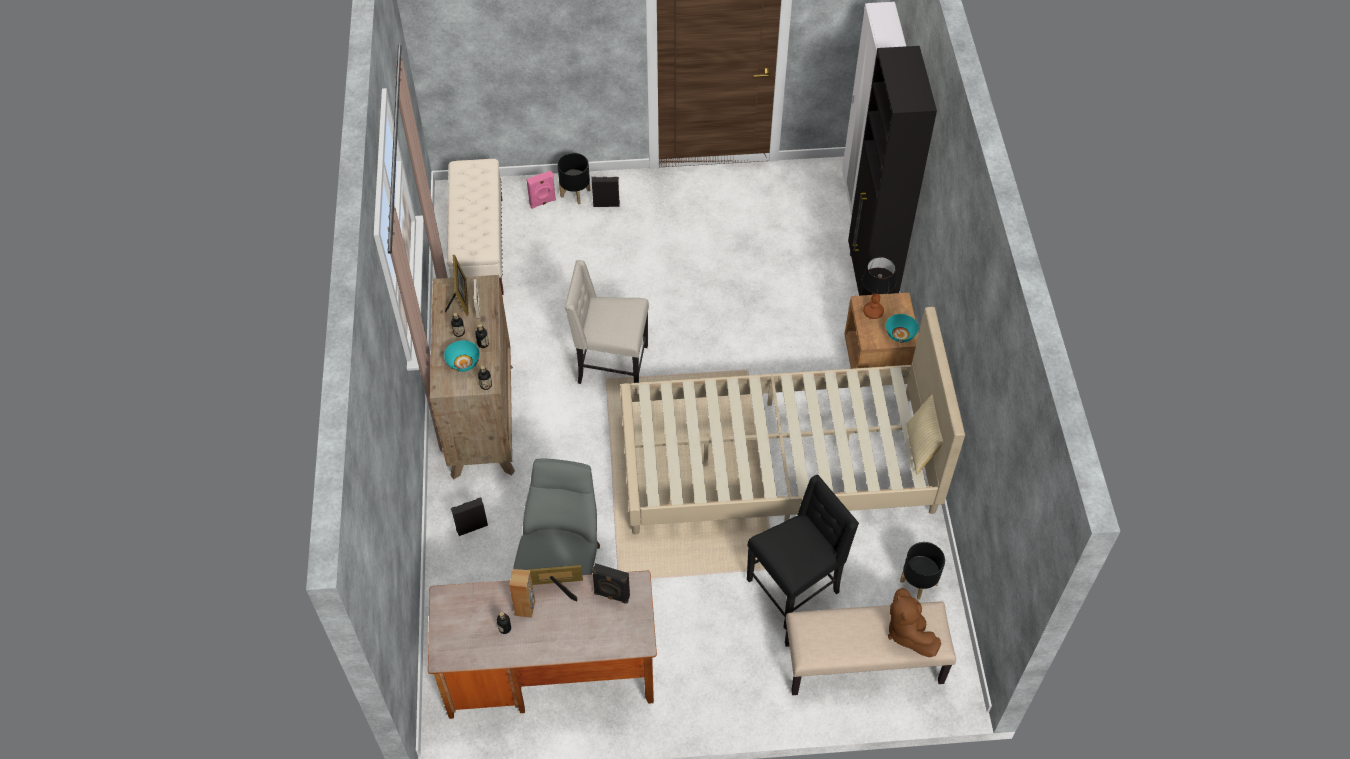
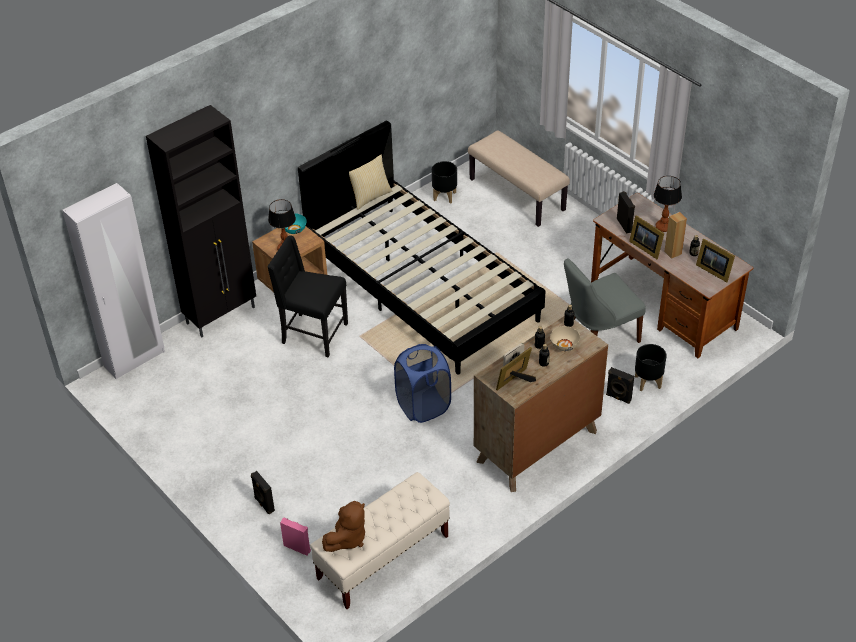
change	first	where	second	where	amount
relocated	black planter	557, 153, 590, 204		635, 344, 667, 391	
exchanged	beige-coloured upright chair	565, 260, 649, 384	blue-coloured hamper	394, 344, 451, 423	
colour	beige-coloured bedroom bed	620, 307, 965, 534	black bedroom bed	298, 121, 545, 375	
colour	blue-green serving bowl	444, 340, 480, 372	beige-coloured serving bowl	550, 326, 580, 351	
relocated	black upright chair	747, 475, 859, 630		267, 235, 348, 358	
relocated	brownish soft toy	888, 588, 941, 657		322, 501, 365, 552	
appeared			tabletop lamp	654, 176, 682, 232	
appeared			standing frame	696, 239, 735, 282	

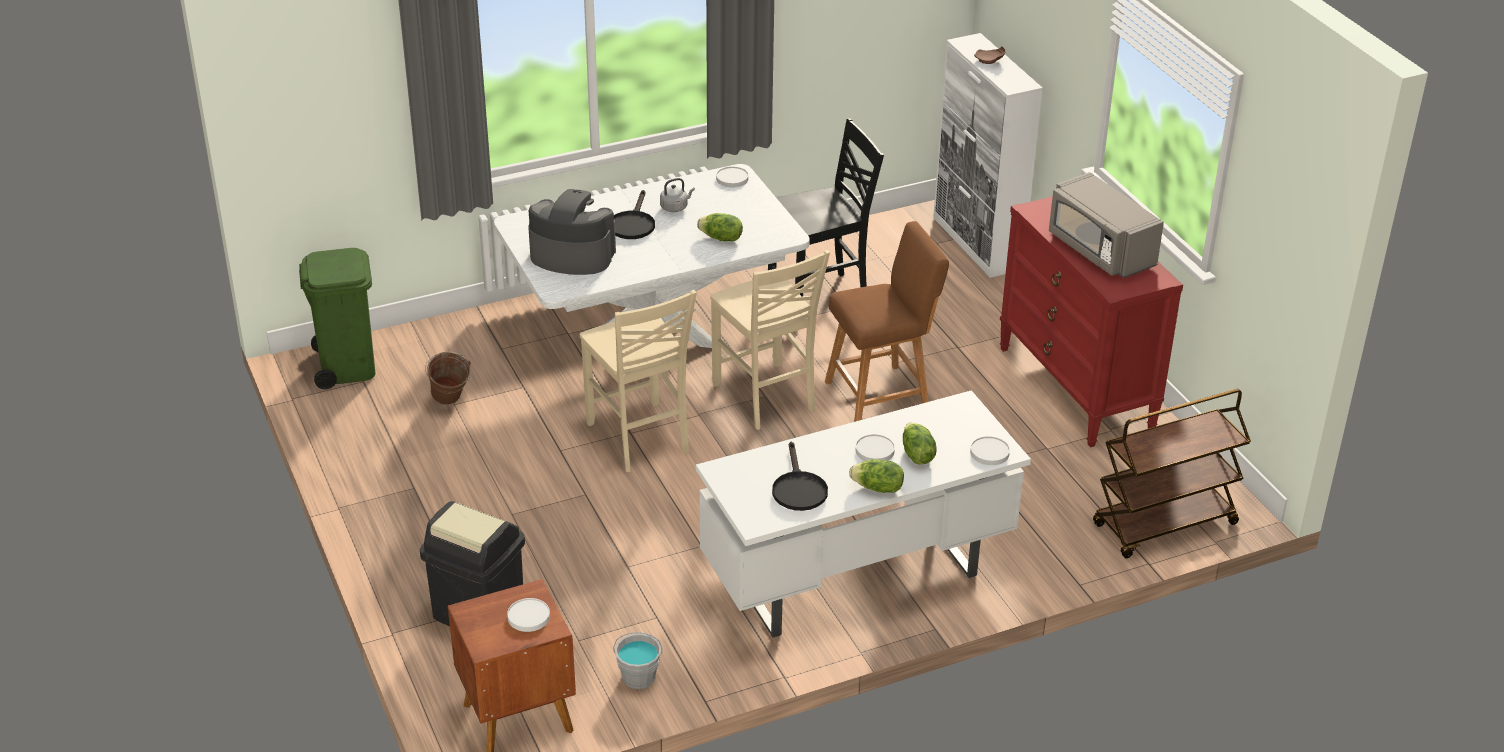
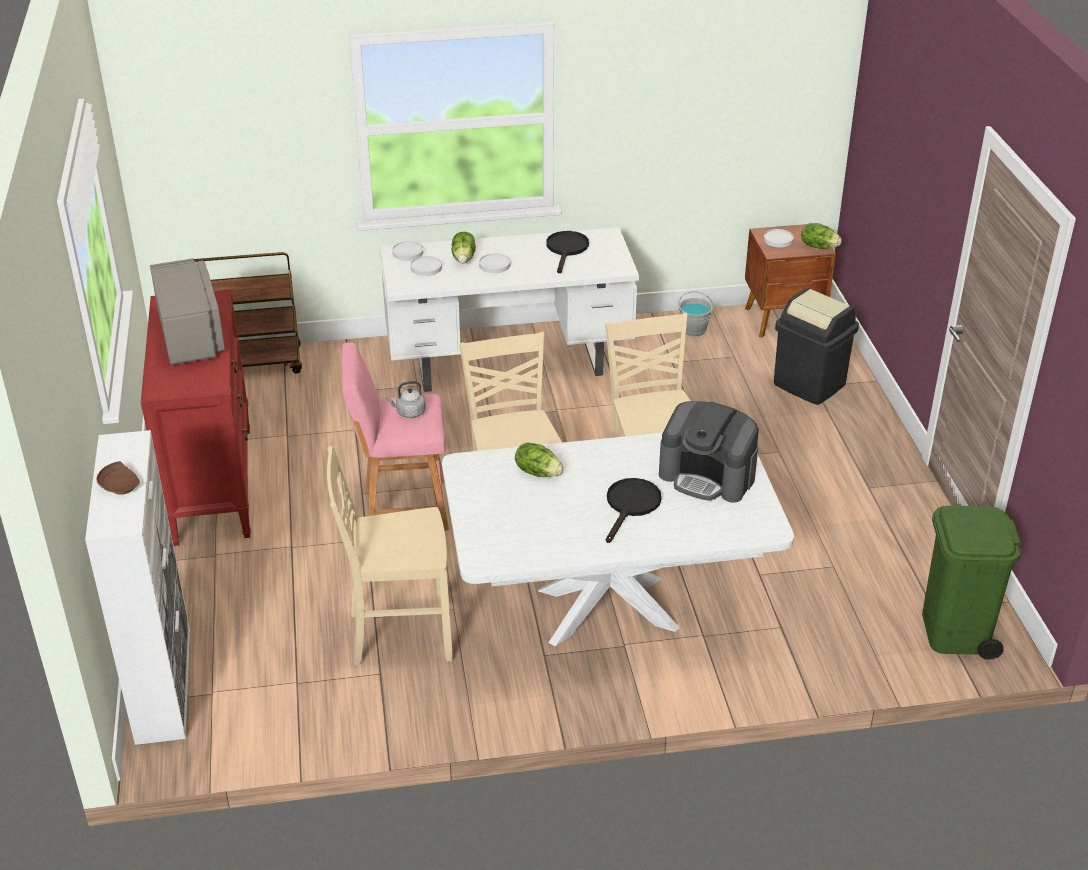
change	first	where	second	where	amount
colour	black upright chair	768, 118, 884, 296	beige-coloured upright chair	327, 446, 453, 666	
relocated	whitish plate	716, 166, 749, 187		410, 256, 442, 276	
relocated	gray tea kettle	660, 178, 695, 212		387, 381, 426, 418	
colour	brownish sitting stool	825, 221, 949, 422	pinkish sitting stool	342, 342, 449, 531	
missing	brownish water bucket	425, 352, 471, 405			
relocated	head of lettuce	849, 460, 904, 493		801, 223, 842, 249	

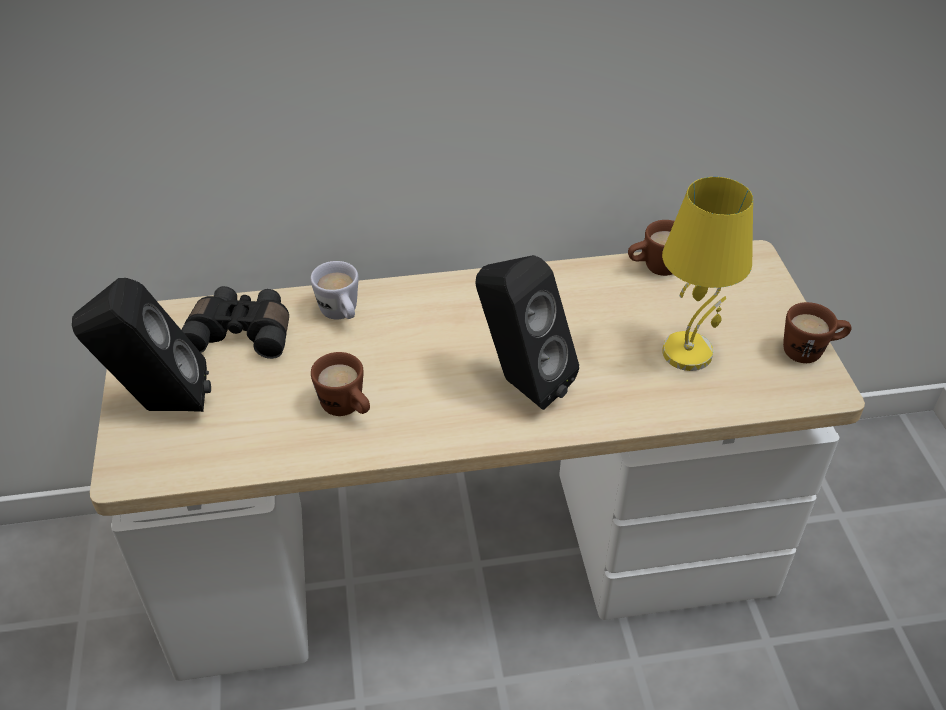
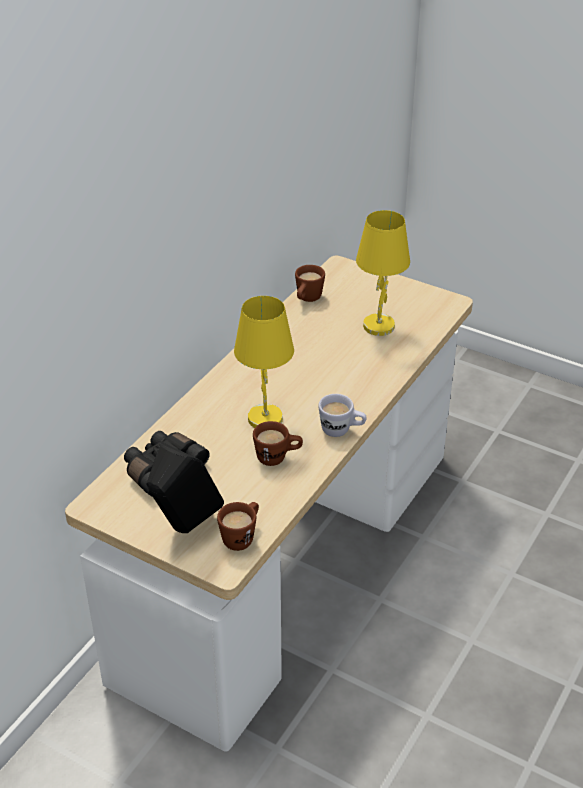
change	first	where	second	where	amount
missing	black speaker	475, 255, 579, 410			
relocated	whitish tea mug	311, 261, 359, 319		319, 394, 367, 437	
relocated	brownish tea mug	783, 302, 852, 363		217, 502, 259, 551	
appeared			yellowish tabletop lamp	234, 296, 294, 428	

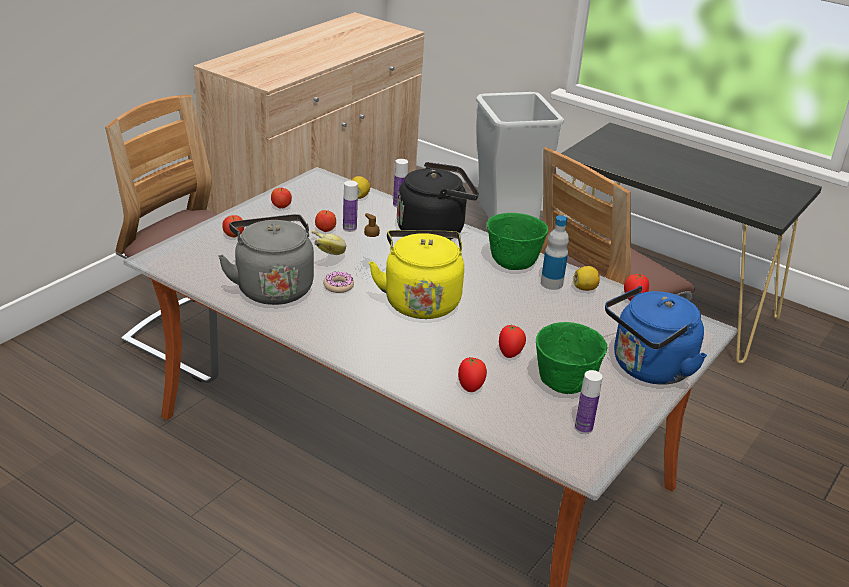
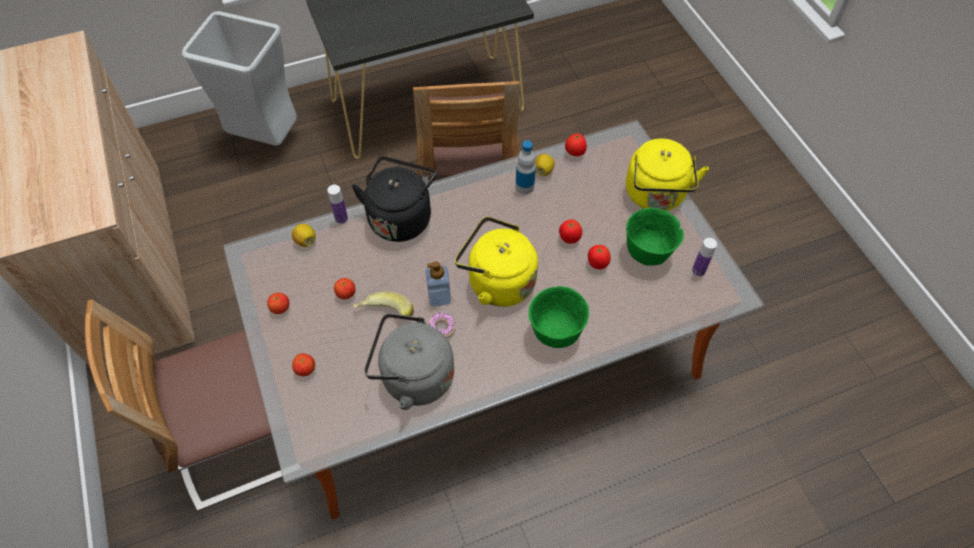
change	first	where	second	where	amount
missing	beverage bottle	343, 181, 358, 232			
relocated	greenish serving bowl	487, 213, 548, 270		529, 286, 589, 348	
colour	blue-coloured tea kettle	605, 286, 707, 385	yellowish tea kettle	626, 139, 709, 211	
relocated	whole tomato	458, 357, 487, 392		559, 219, 582, 244	

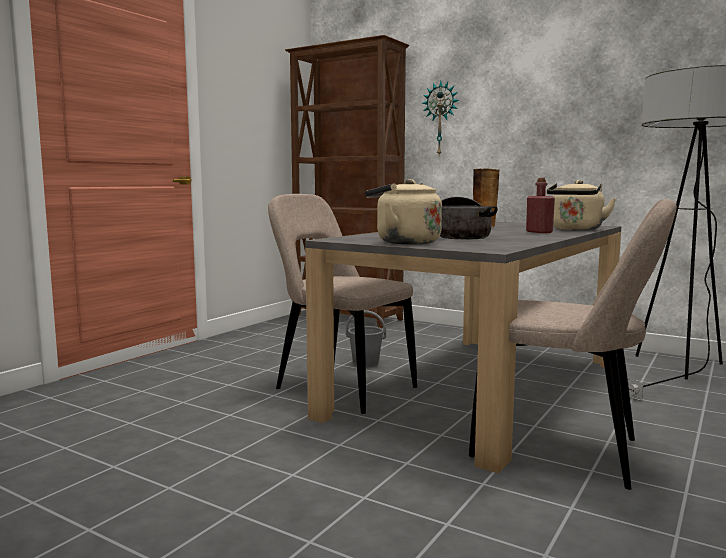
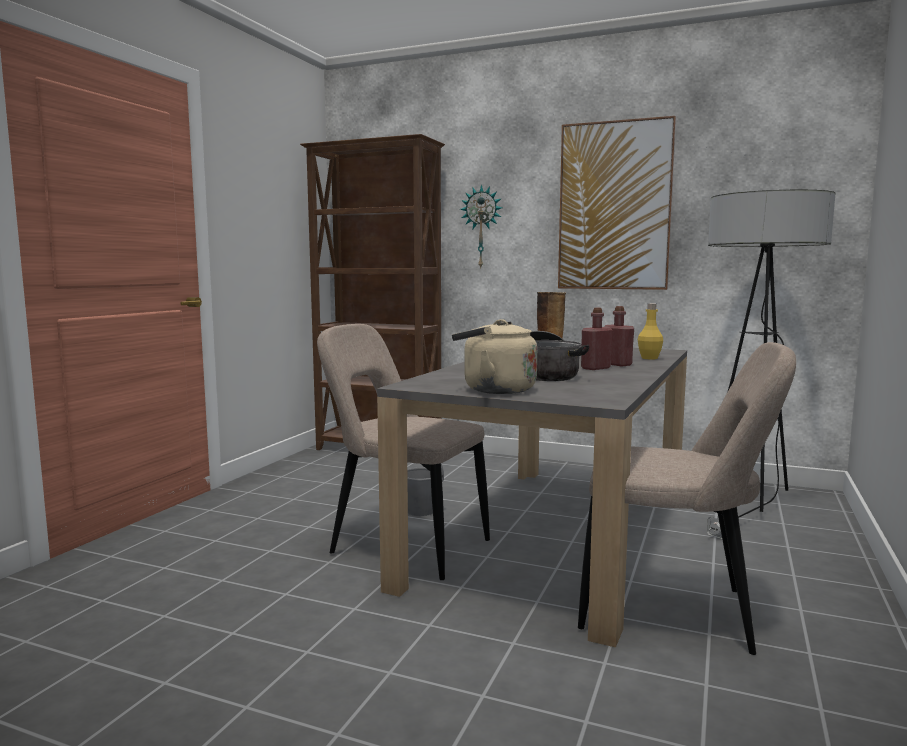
change	first	where	second	where	amount
exchanged	beige-coloured tea kettle	547, 180, 616, 230	yellowish beverage bottle	638, 303, 663, 359	
appeared			wall art	558, 116, 676, 290	
appeared			red beverage bottle	581, 308, 612, 370	

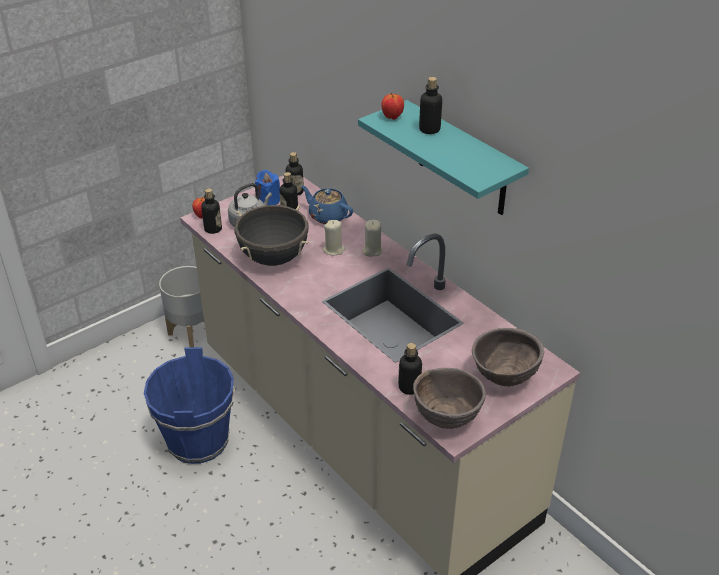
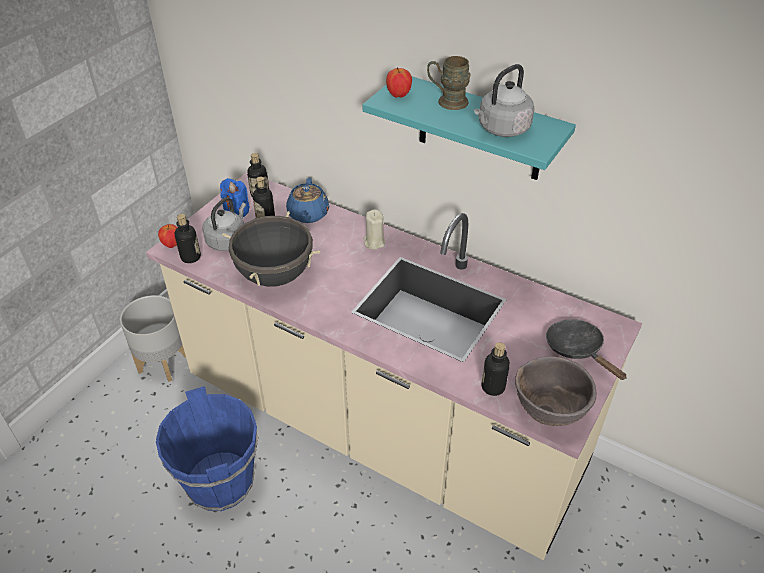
change	first	where	second	where	amount
exchanged	beverage bottle	419, 77, 442, 134	brownish tea mug	427, 56, 471, 110	
spun	blue-coloured tea pot	301, 185, 353, 224		286, 178, 329, 223	105 degrees counterclockwise
missing	beige-coloured wax light	323, 220, 346, 256			
exchanged	brownish serving bowl	472, 328, 544, 387	black skillet	546, 319, 627, 380	
appeared			gray tea kettle	474, 64, 534, 137	

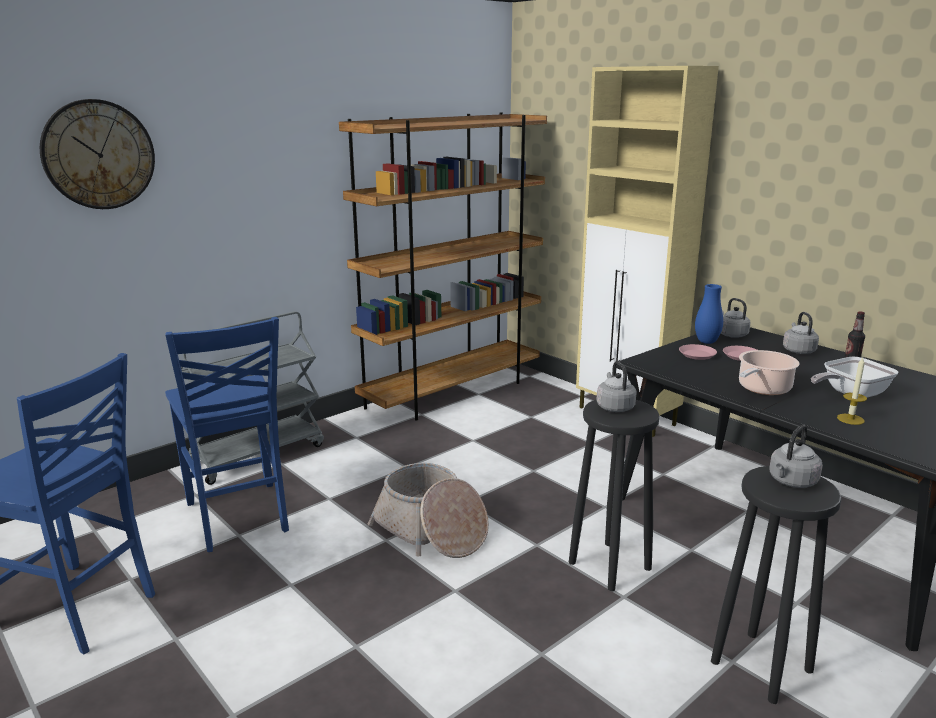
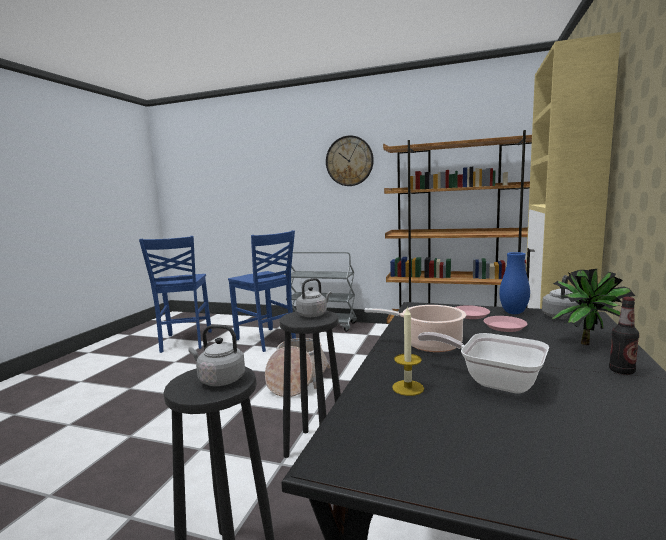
change	first	where	second	where	amount
relocated	wall clock	40, 99, 155, 209		326, 135, 374, 186	
exchanged	gray tea kettle	783, 312, 819, 354	potted plant	552, 269, 635, 345	
spun	blue-coloured upright chair	165, 317, 289, 552		228, 230, 296, 352	75 degrees counterclockwise

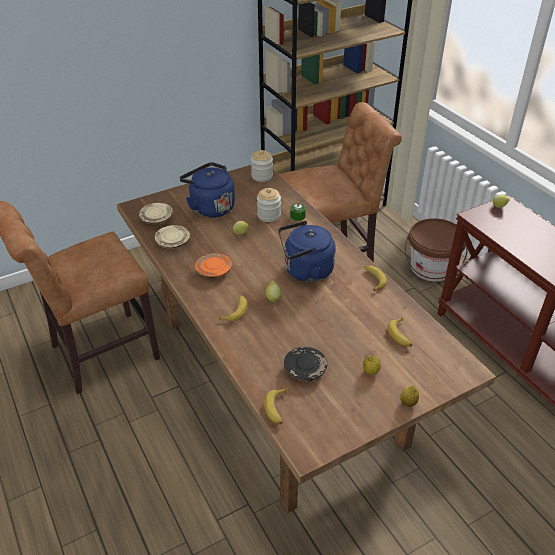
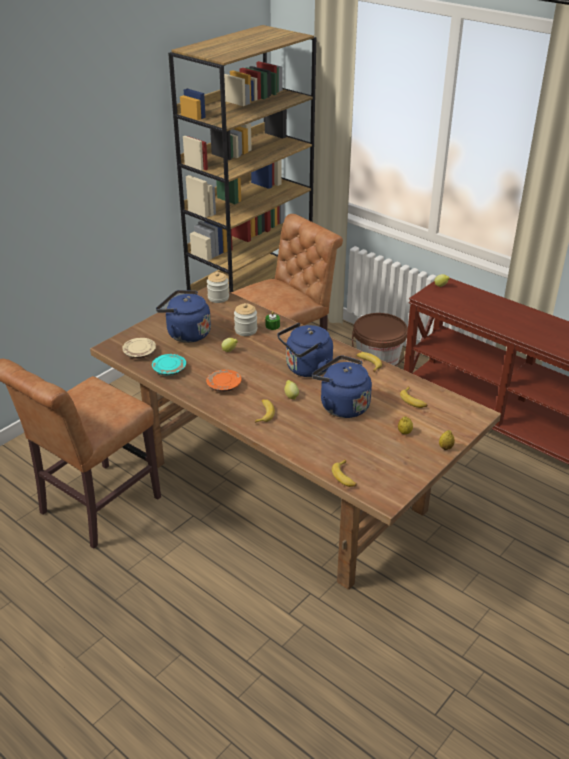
change	first	where	second	where	amount
colour	beige-coloured plate	155, 225, 190, 249	blue-green plate	152, 354, 186, 376	
missing	black plate	284, 347, 327, 381			
appeared			blue-coloured tea kettle	312, 355, 372, 418	

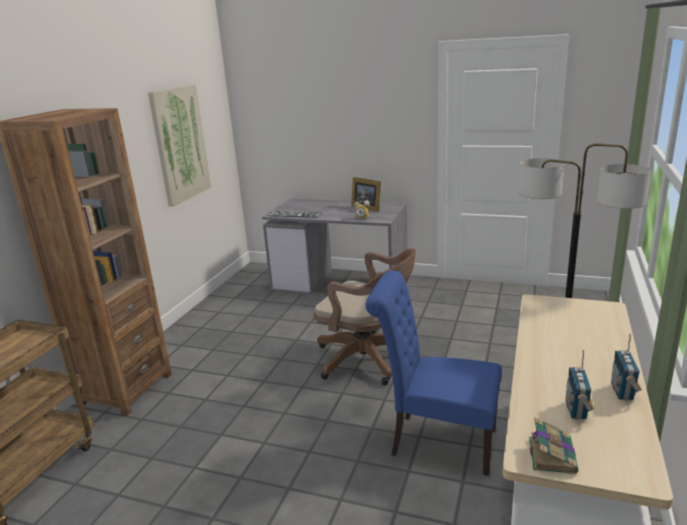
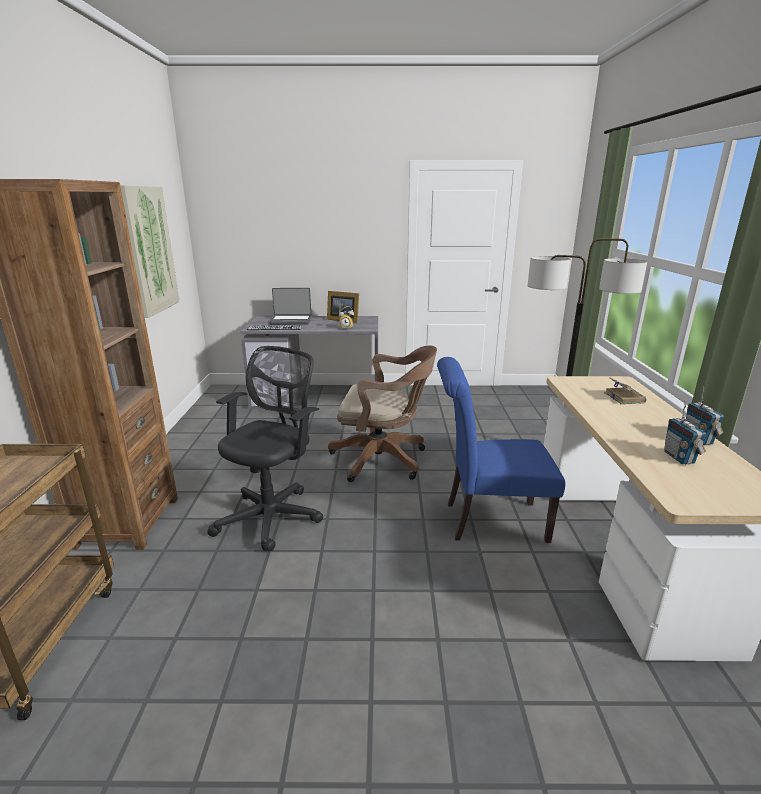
change	first	where	second	where	amount
relocated	book	529, 417, 578, 474		604, 377, 647, 405	
appeared			laptop	269, 288, 311, 325	
appeared			black desk chair	207, 346, 323, 552	

